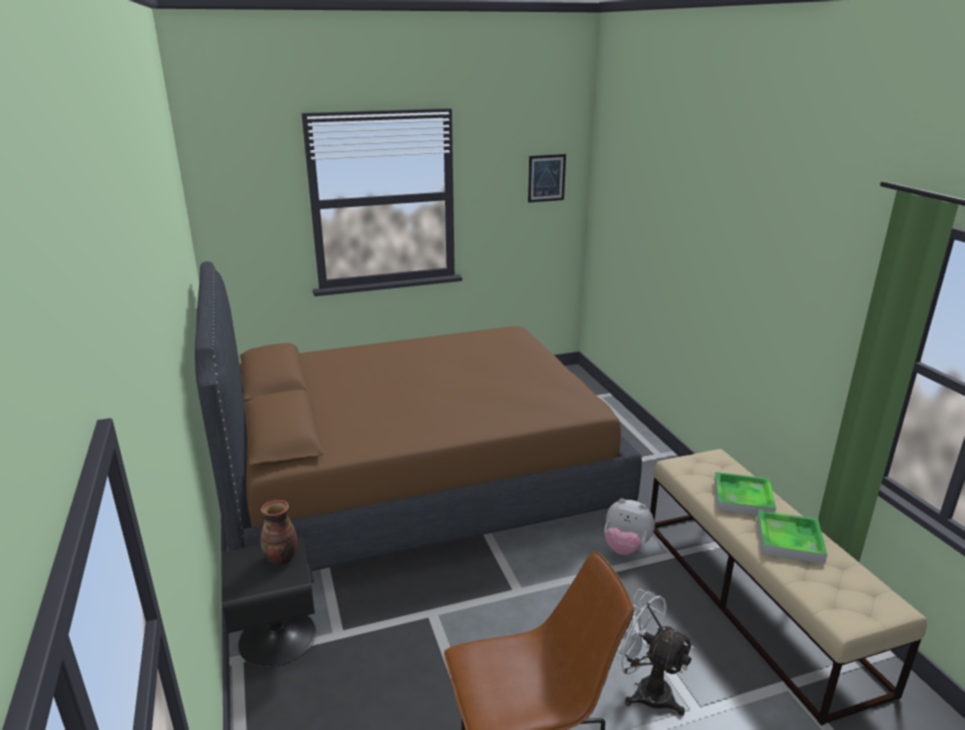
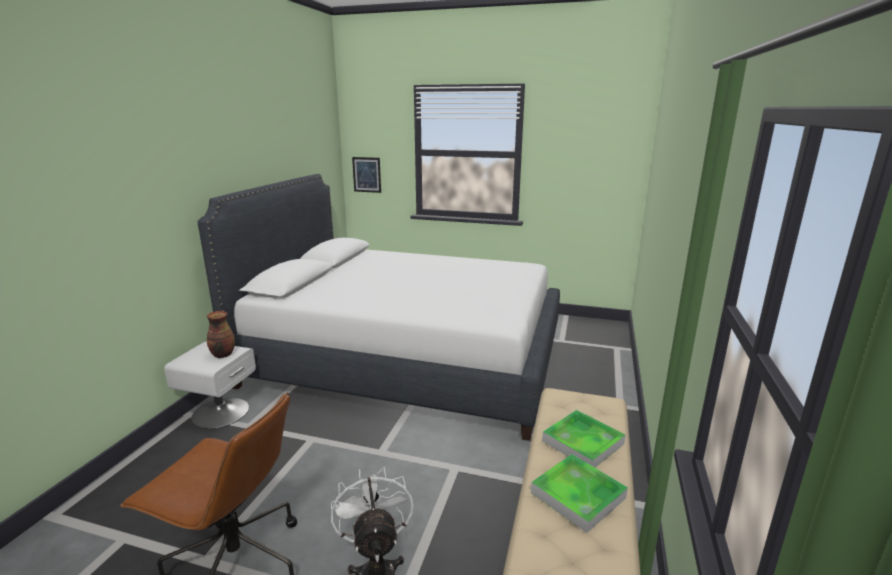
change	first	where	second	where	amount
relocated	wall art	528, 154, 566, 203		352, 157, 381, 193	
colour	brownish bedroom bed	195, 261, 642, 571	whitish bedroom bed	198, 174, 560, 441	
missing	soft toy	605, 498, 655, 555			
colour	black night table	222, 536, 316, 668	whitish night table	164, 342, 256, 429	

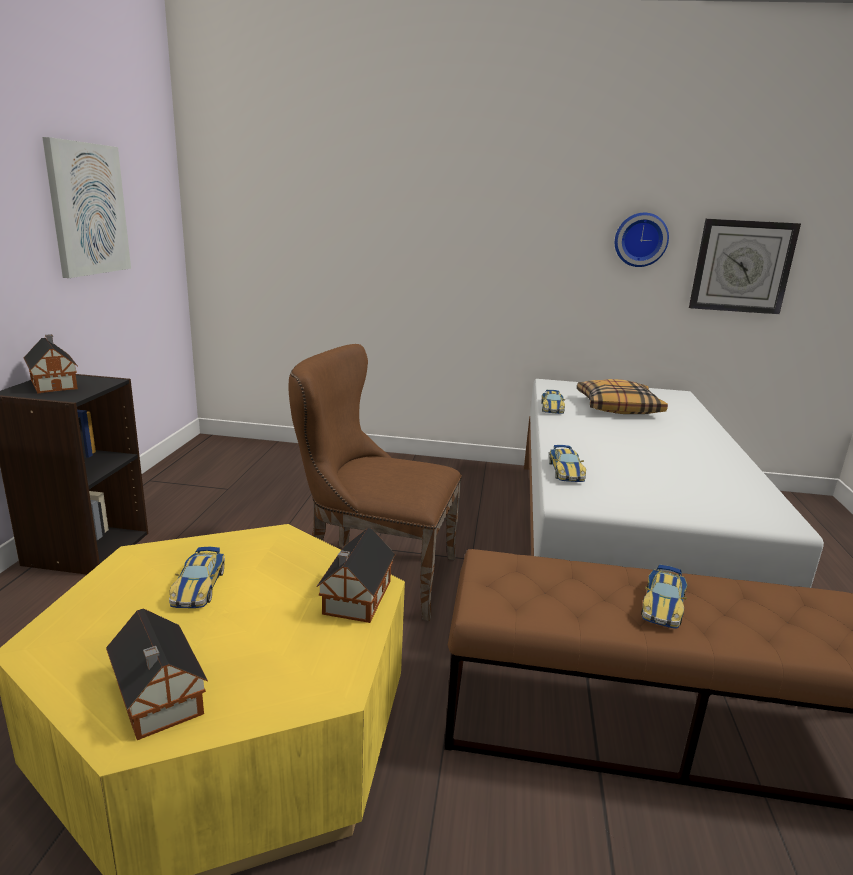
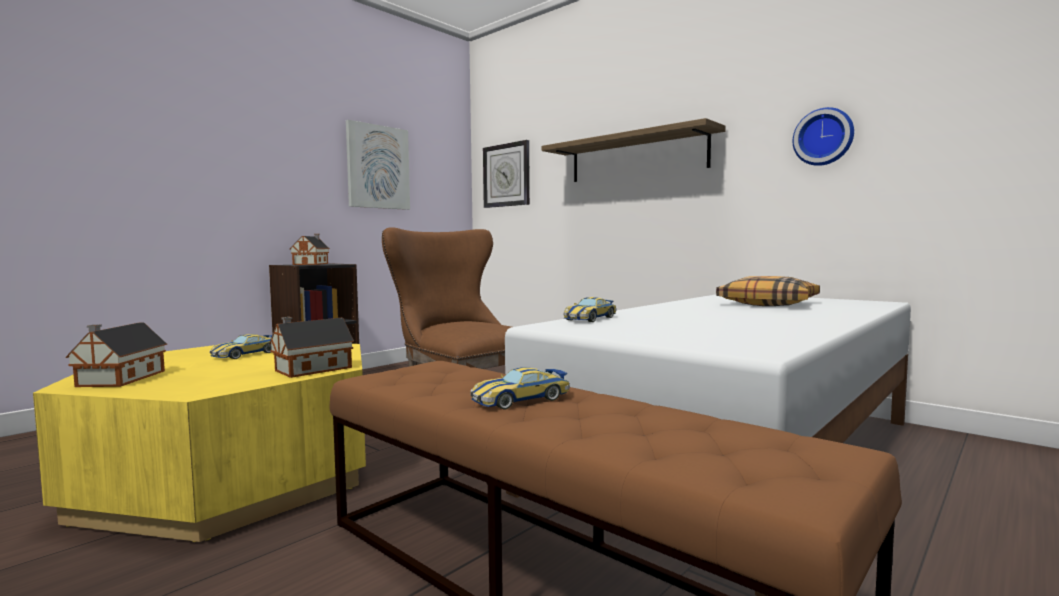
change	first	where	second	where	amount
relocated	wall clock	689, 219, 801, 314		483, 140, 530, 208	
missing	model car	541, 390, 565, 414			
appeared			shelf	542, 118, 726, 182	

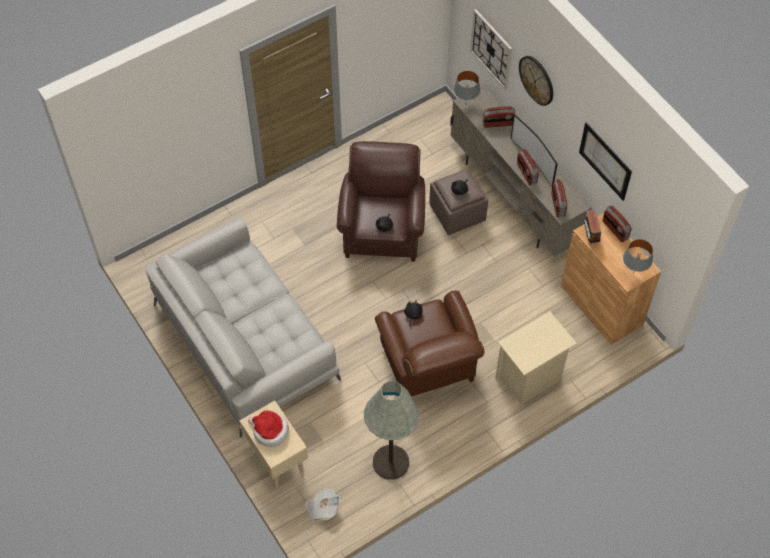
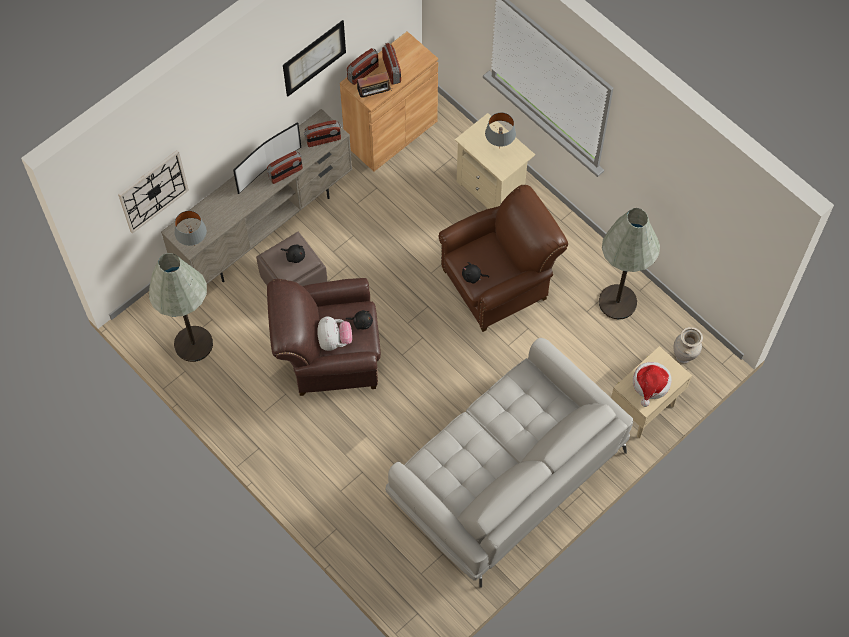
change	first	where	second	where	amount
missing	wall clock	519, 56, 553, 106			
relocated	radio	483, 106, 516, 128		382, 43, 401, 85	
relocated	gray tabletop lamp	623, 239, 653, 273		485, 112, 516, 149	
exchanged	daily paper	305, 488, 341, 521	beige-coloured flower vase	674, 327, 703, 364	
appeared			gray standard lamp	149, 253, 213, 362	
appeared			soft toy	317, 316, 352, 351	

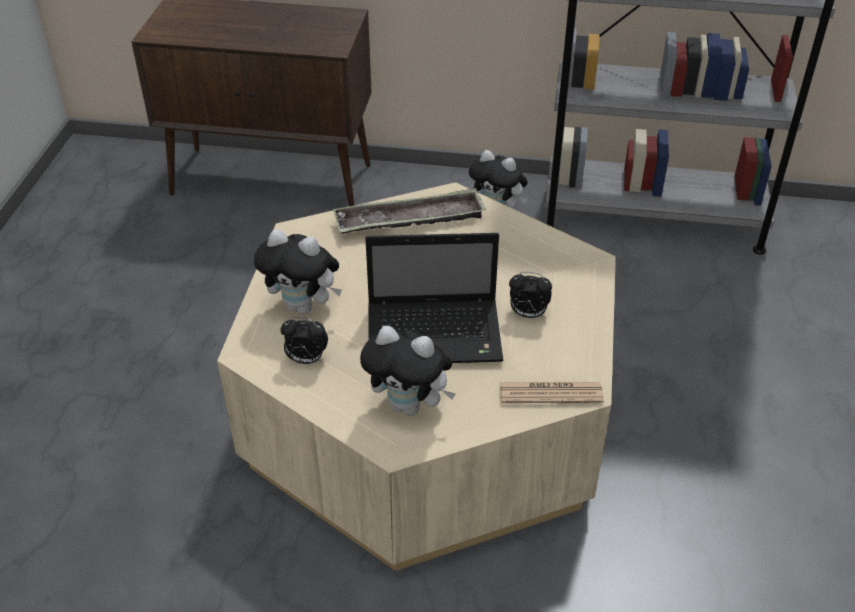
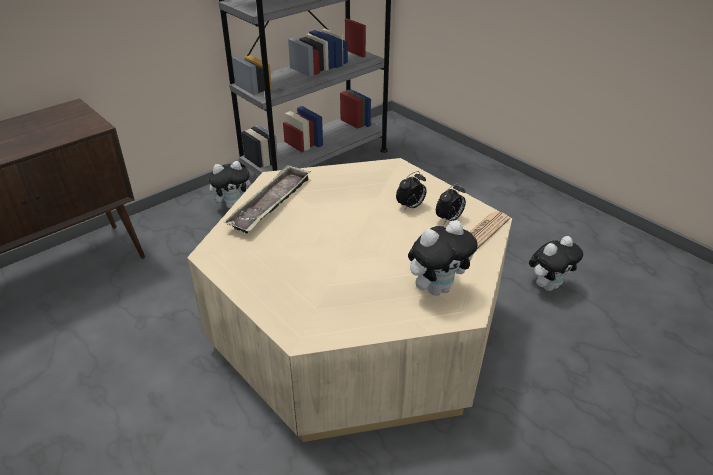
change	first	where	second	where	amount
relocated	soft toy	254, 229, 342, 314		529, 236, 583, 291	
missing	laptop	365, 233, 503, 363			
relocated	alarm clock	280, 317, 328, 364		436, 183, 466, 224	

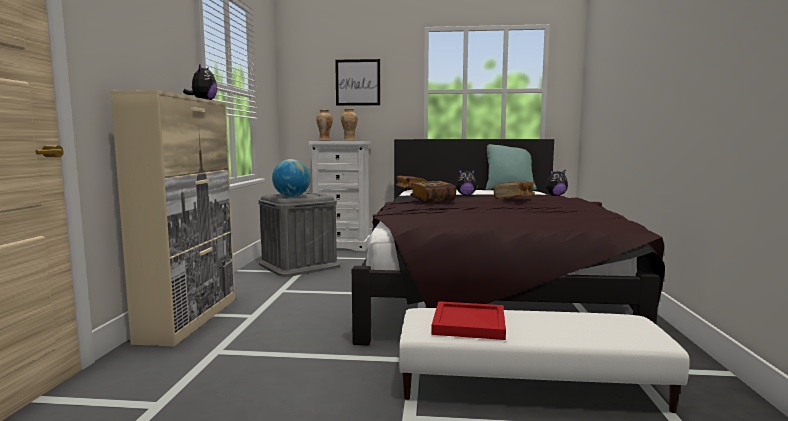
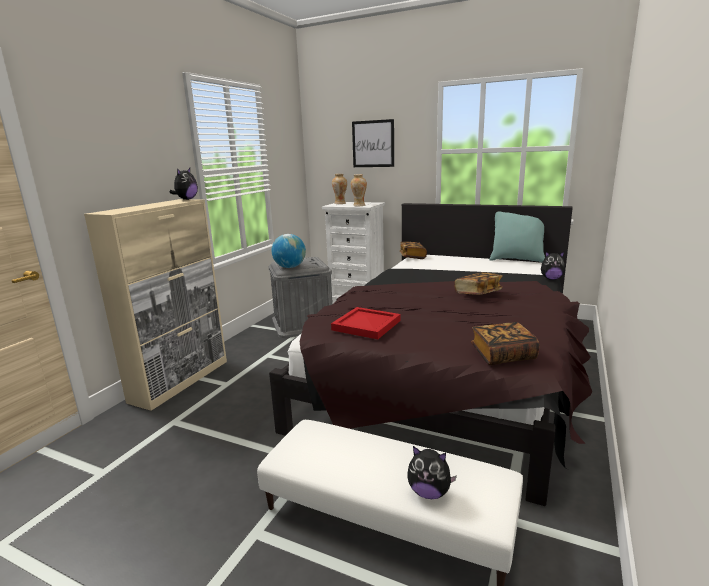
change	first	where	second	where	amount
relocated	soft toy	456, 169, 478, 196		407, 446, 457, 499	
relocated	book	410, 181, 456, 203		471, 322, 540, 365	
relocated	red carrying tray	432, 301, 506, 340		331, 307, 401, 339	

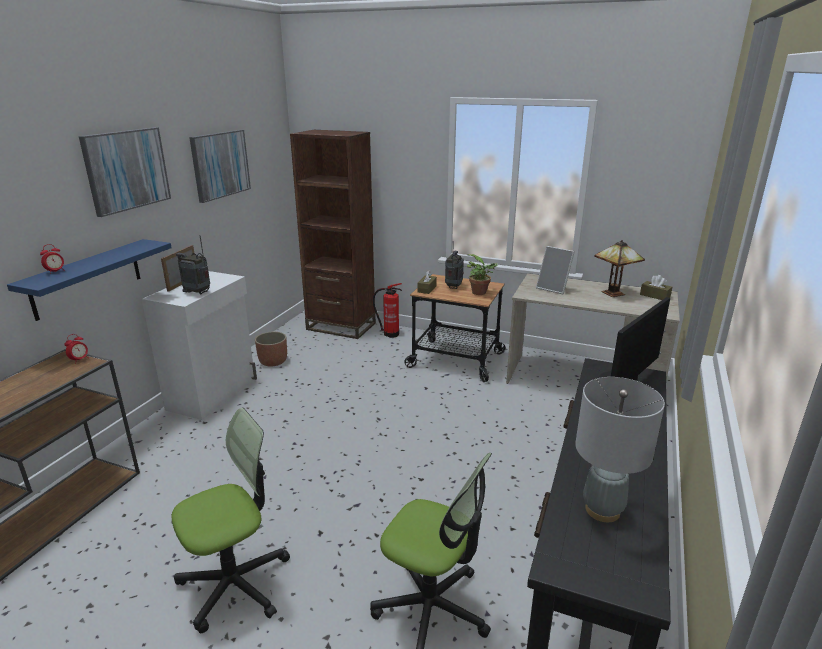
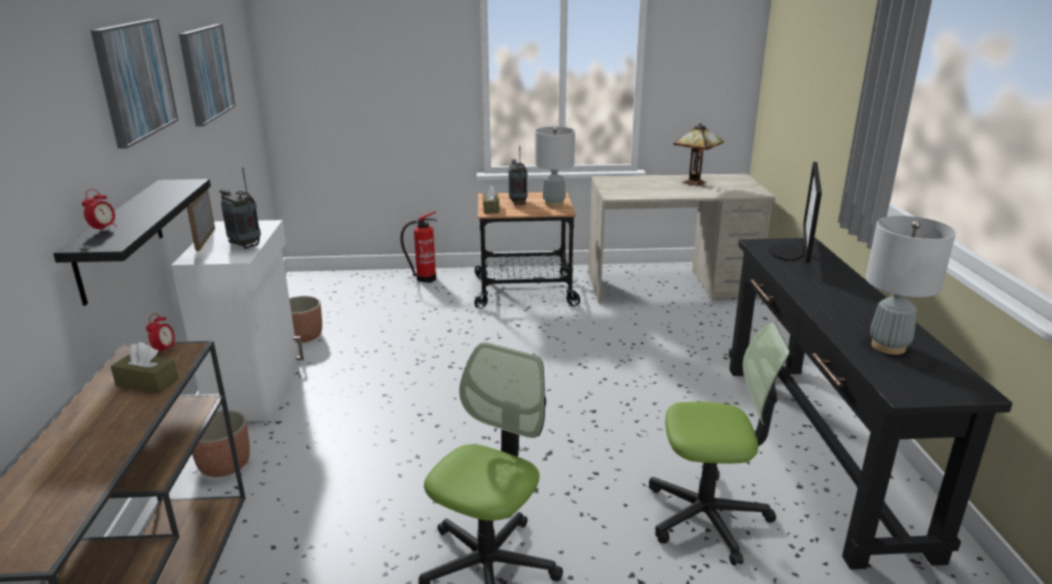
change	first	where	second	where	amount
missing	brownish shelving unit	290, 130, 376, 339			
spun	radio	176, 236, 210, 295		219, 167, 261, 249	45 degrees clockwise
colour	blue-coloured shelf	7, 239, 172, 321	black shelf	53, 179, 211, 306	
missing	standing frame	536, 246, 575, 294			
exchanged	potted plant	467, 254, 498, 295	gray tabletop lamp	535, 127, 575, 207	
relocated	brownish tissue holder	640, 275, 672, 300		111, 342, 178, 393	
appeared			planter	192, 410, 250, 477	

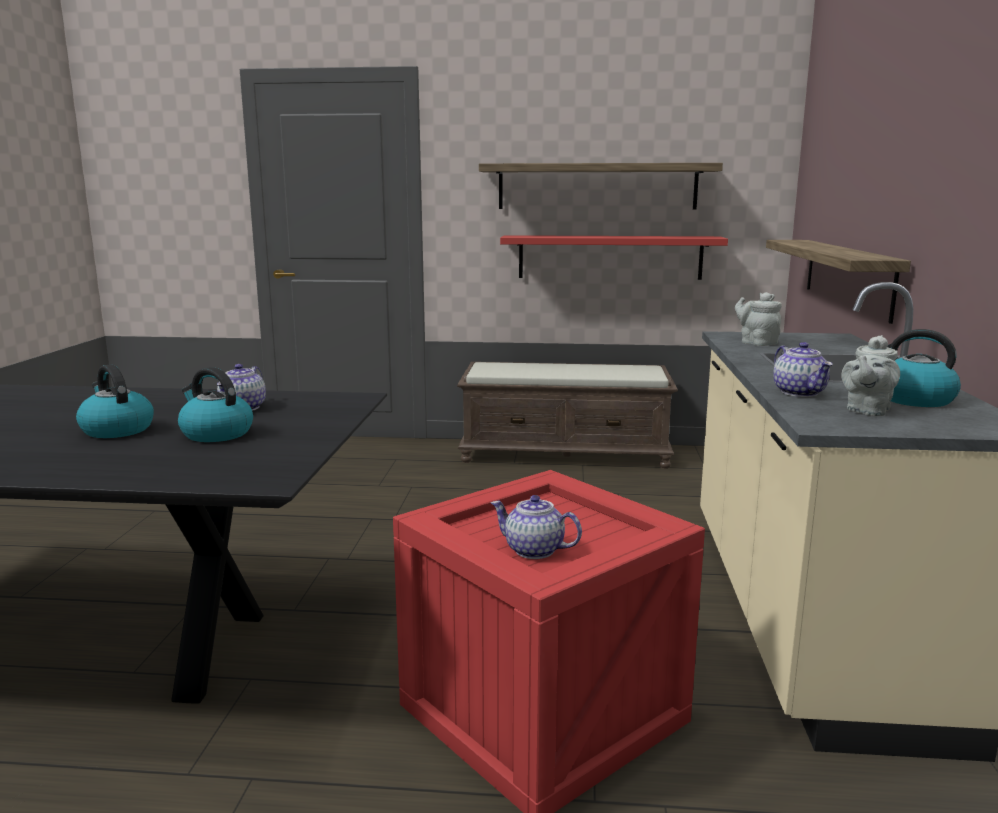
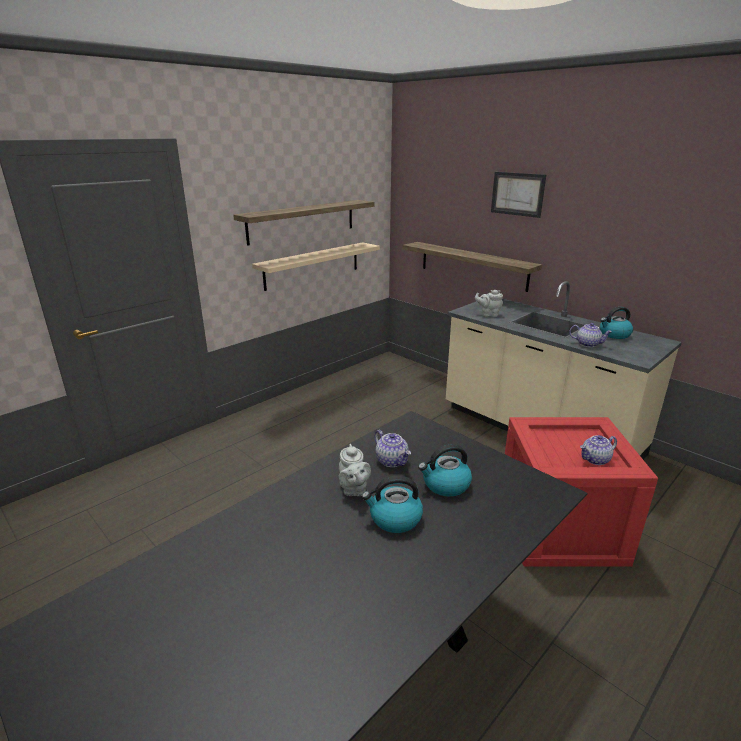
change	first	where	second	where	amount
colour	red shelf	500, 235, 728, 280	beige-coloured shelf	252, 242, 380, 291	
relocated	gray tea pot	841, 335, 900, 416		339, 444, 371, 496	
missing	brownish long seat	457, 362, 678, 469			
appeared			wall art	491, 172, 546, 218	

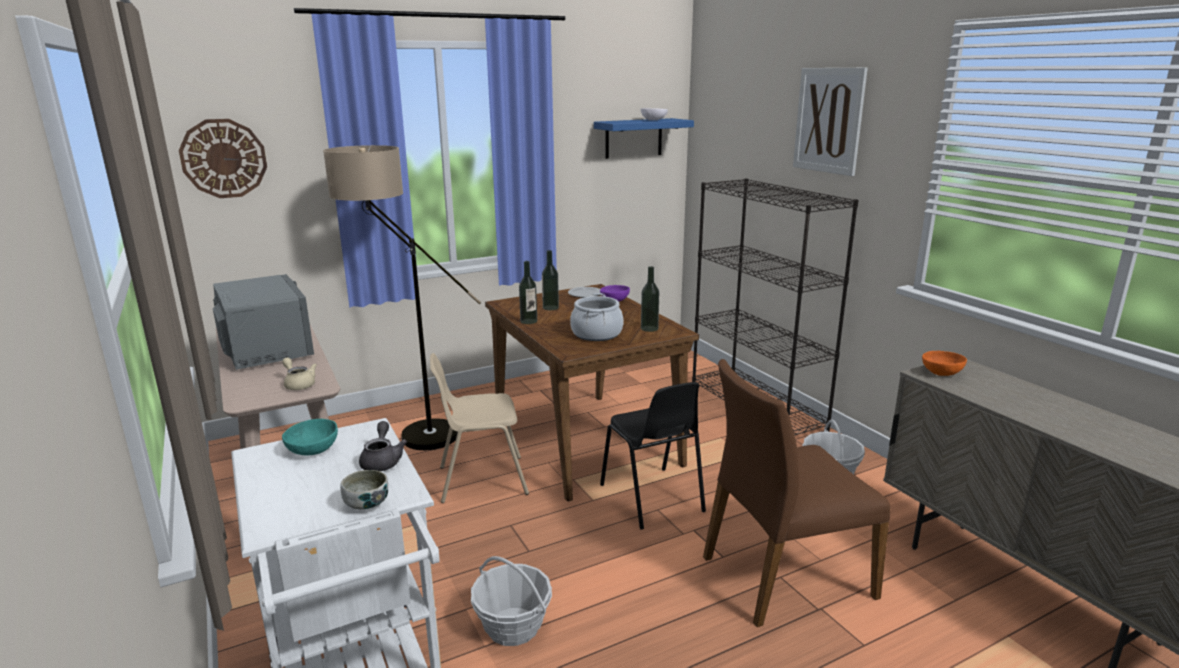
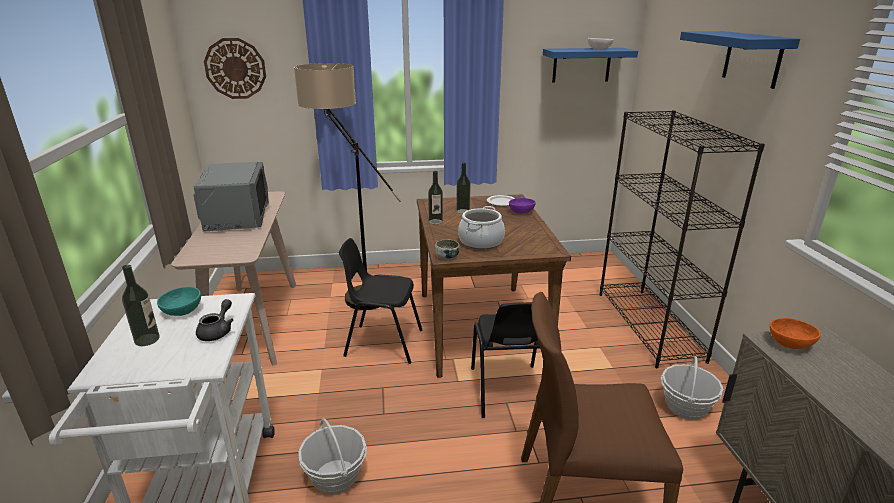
change	first	where	second	where	amount
exchanged	wall art	793, 68, 868, 176	blue-coloured shelf	680, 31, 800, 89	
relocated	beverage bottle	641, 266, 659, 332		122, 265, 160, 346	
colour	beige-coloured upright chair	430, 353, 529, 503	black upright chair	339, 238, 422, 364	
missing	beige-coloured tea pot	282, 357, 317, 390			
relocated	serving bowl	340, 470, 388, 509		435, 239, 460, 259	

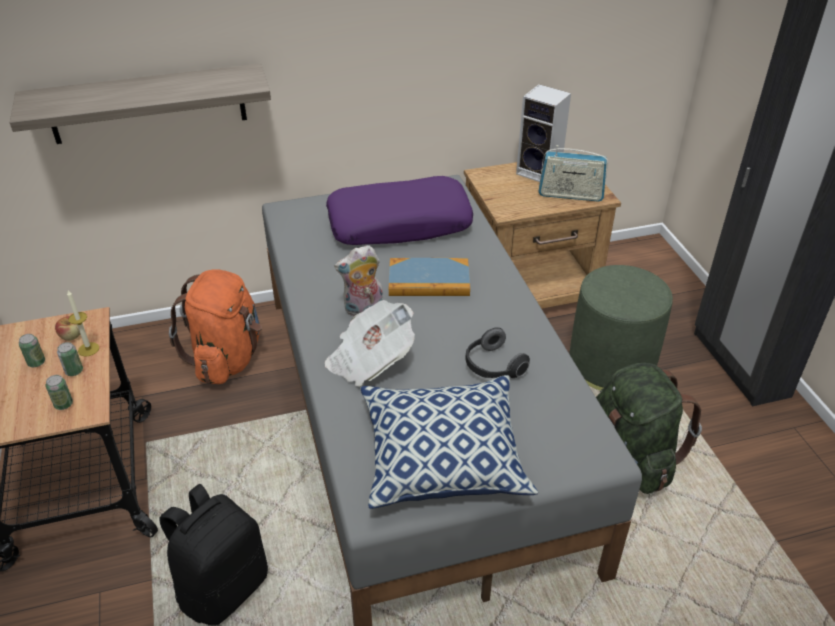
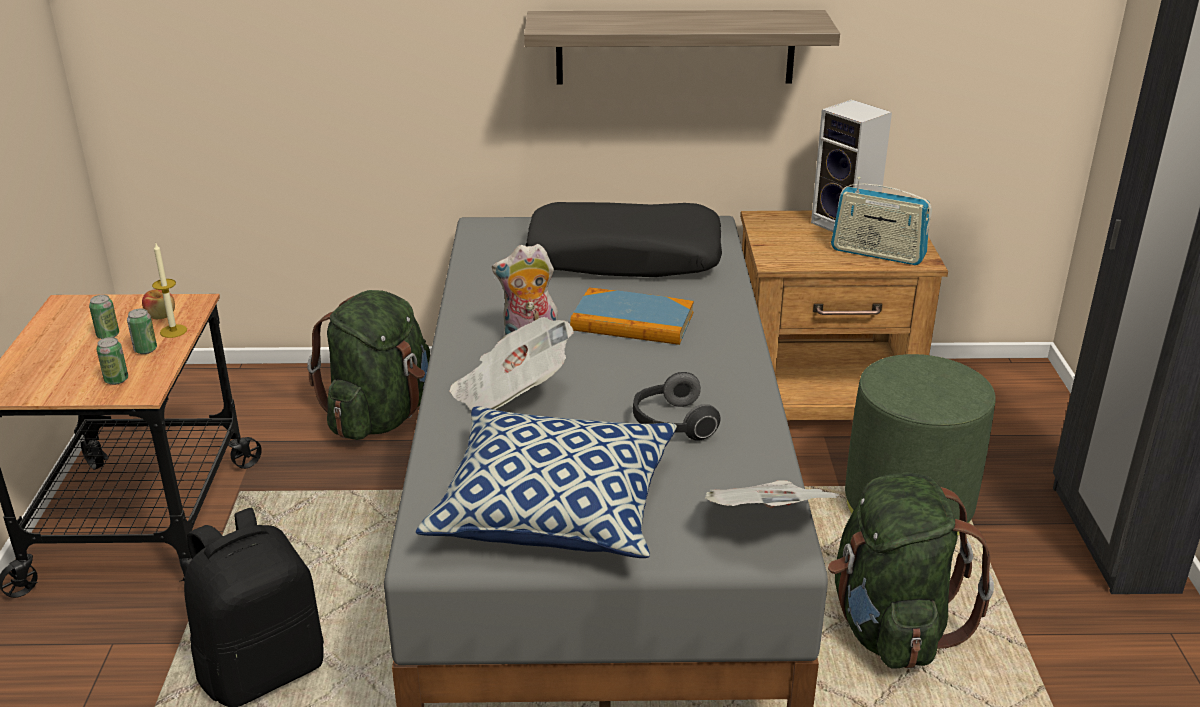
change	first	where	second	where	amount
relocated	shelf	10, 64, 271, 144		524, 10, 840, 84	
colour	purplish throw pillow	326, 176, 473, 245	black throw pillow	526, 202, 722, 277	
colour	orange-coloured rucksack	169, 269, 262, 384	greenish rucksack	307, 290, 430, 440	
appeared			daily paper	705, 480, 839, 508	

